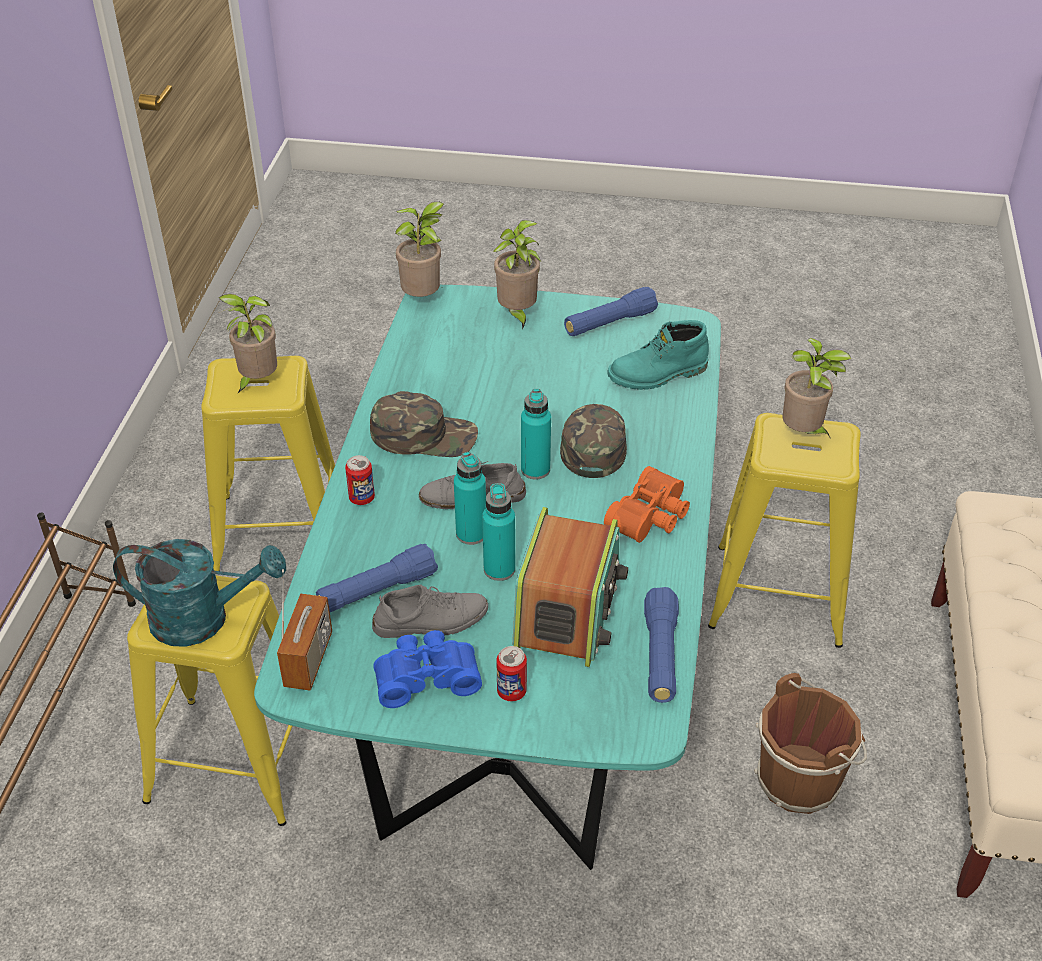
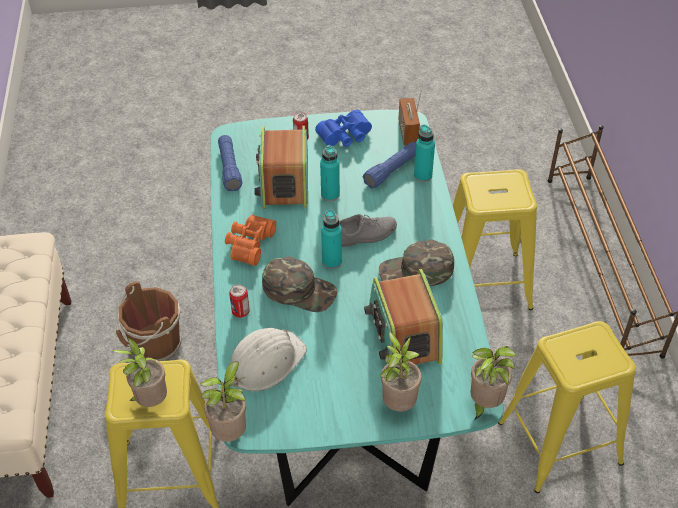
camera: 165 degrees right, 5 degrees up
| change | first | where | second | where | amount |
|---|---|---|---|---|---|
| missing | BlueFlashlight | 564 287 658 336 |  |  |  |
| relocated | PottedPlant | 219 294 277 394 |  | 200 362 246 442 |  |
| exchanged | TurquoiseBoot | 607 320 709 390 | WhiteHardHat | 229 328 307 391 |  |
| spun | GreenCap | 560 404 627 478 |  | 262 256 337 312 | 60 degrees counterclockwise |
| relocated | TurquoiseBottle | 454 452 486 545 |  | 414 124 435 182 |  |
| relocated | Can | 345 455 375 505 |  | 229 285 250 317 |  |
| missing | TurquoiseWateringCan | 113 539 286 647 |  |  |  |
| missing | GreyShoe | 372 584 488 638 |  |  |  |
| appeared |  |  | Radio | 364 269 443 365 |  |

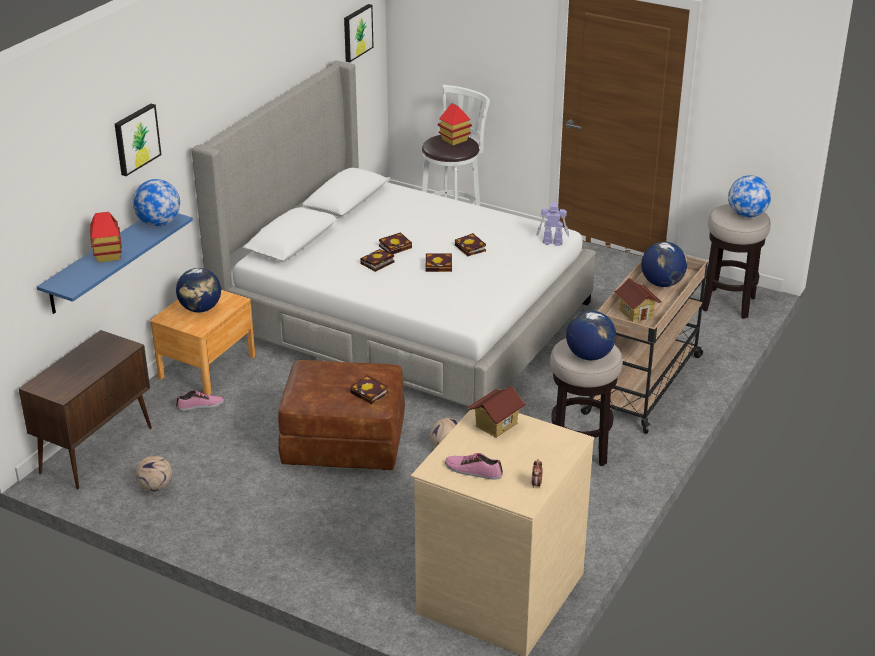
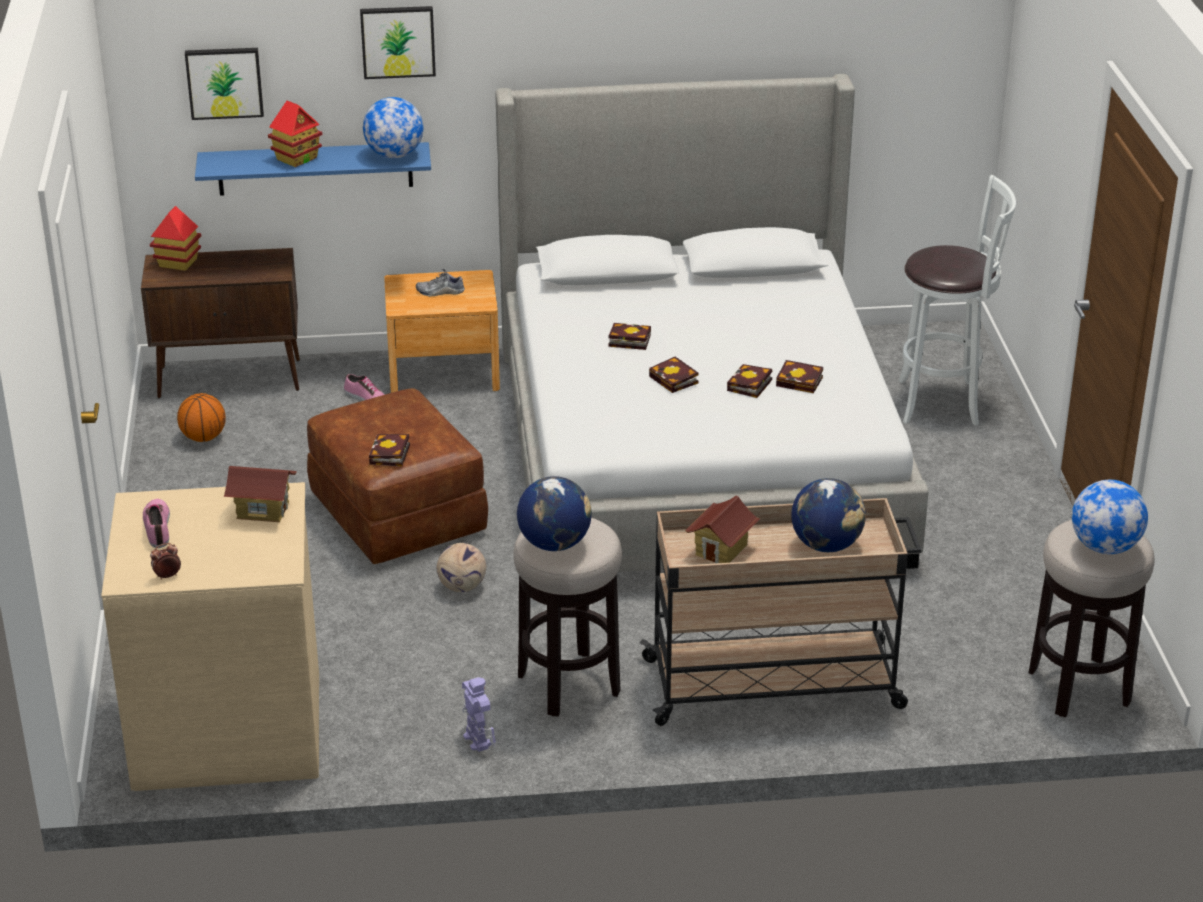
camera: 55 degrees right, 0 degrees up
| change | first | where | second | where | amount |
|---|---|---|---|---|---|
| relocated | Picture | 344 4 374 62 |  | 185 48 264 120 |  |
| relocated | ToyHouse | 438 103 472 145 |  | 150 206 201 271 |  |
| relocated | ToyRobot | 536 202 569 246 |  | 462 677 496 752 |  |
| relocated | Book | 379 232 412 254 |  | 776 360 823 393 |  |
| exchanged | Globe | 176 268 221 312 | Shoe | 416 269 465 297 |  |
| exchanged | Football | 136 455 172 491 | Basketball | 177 393 226 442 |  |

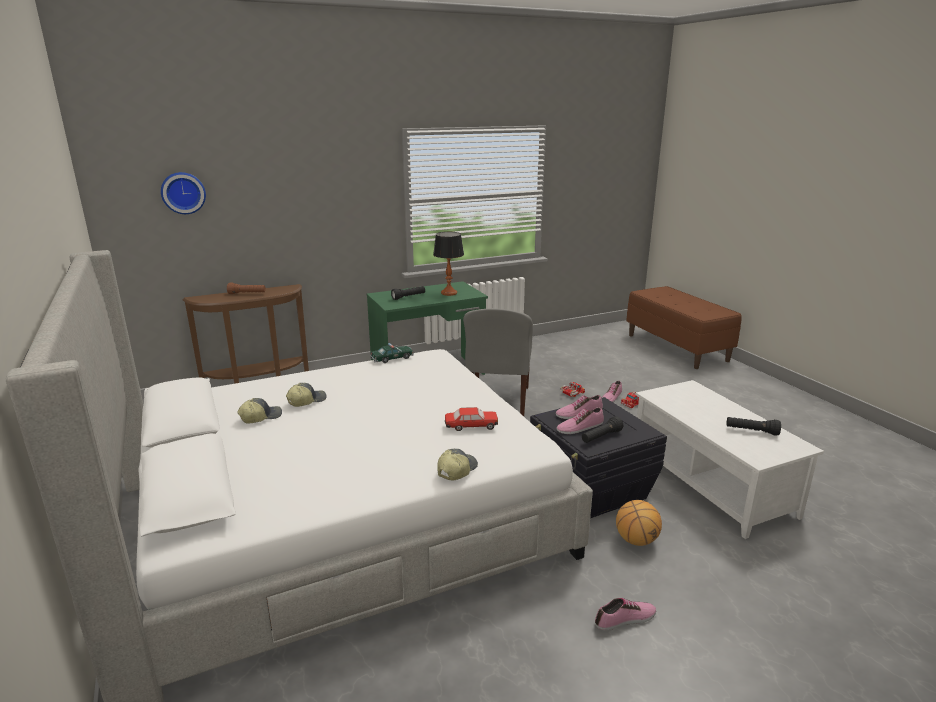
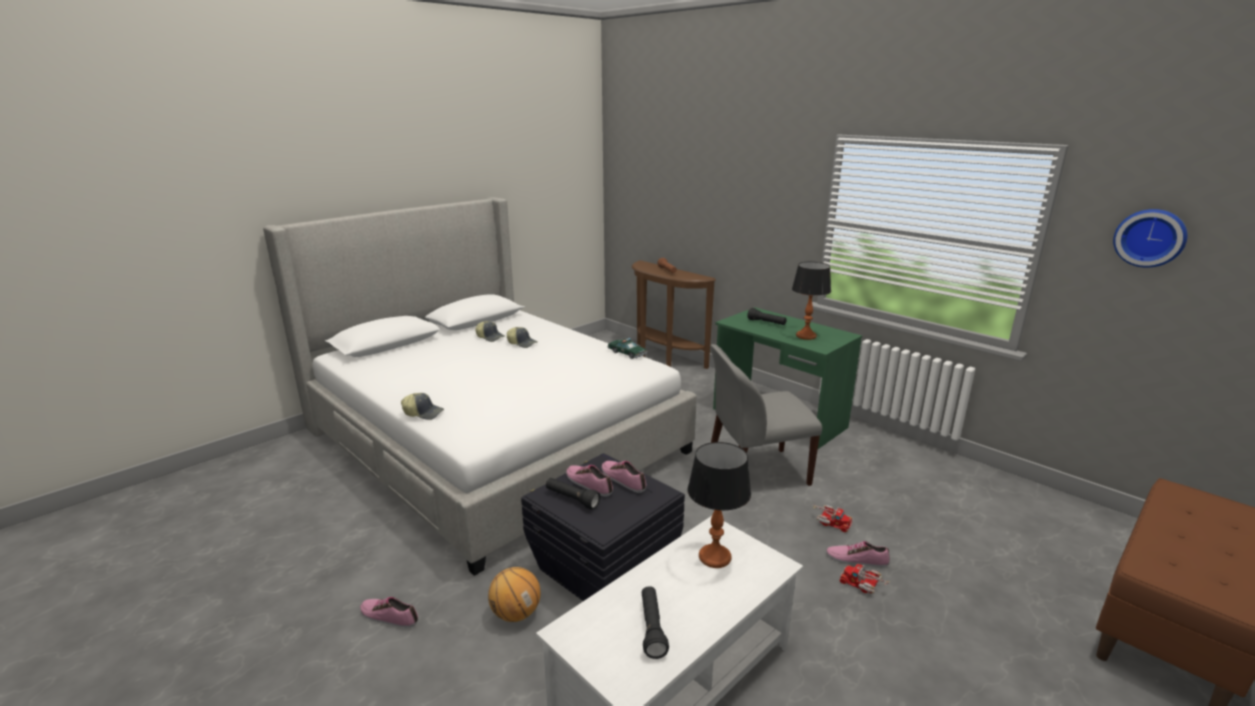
camera: 70 degrees right, 0 degrees up
| change | first | where | second | where | amount |
|---|---|---|---|---|---|
| relocated | WallClock | 161 172 206 214 |  | 1113 209 1187 268 |  |
| missing | ToyCar | 445 407 498 431 |  |  |  |
| spun | Shoe | 595 598 656 631 |  | 360 597 418 628 | 150 degrees clockwise |
| appeared |  |  | TableLamp | 687 442 751 568 |  |

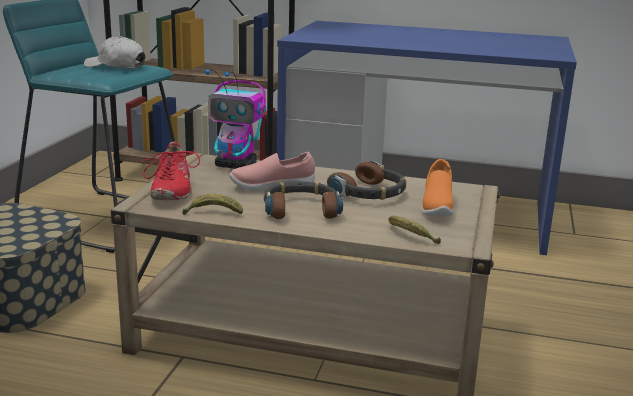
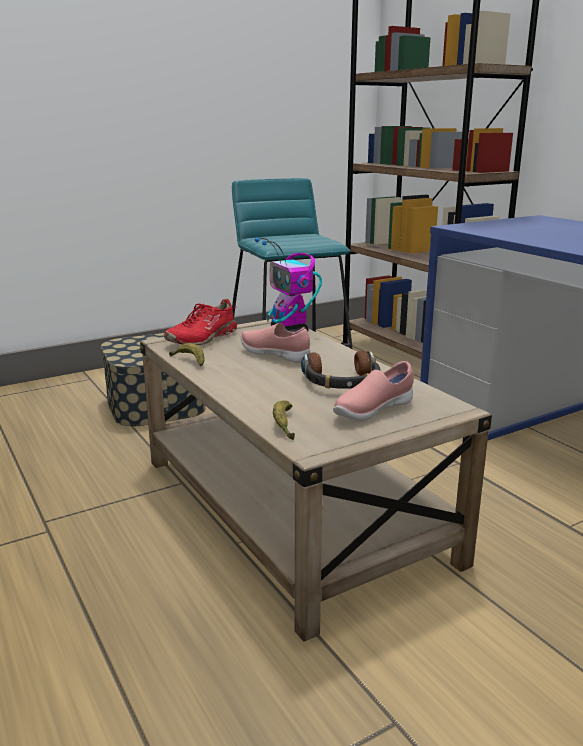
camera: 45 degrees right, 0 degrees up
| change | first | where | second | where | amount |
|---|---|---|---|---|---|
| missing | WhiteCap | 84 36 145 68 |  |  |  |
| colour | OrangeShoe | 421 159 453 216 | PinkShoe | 333 361 414 421 |  |
| missing | Headphones | 264 181 343 219 |  |  |  |

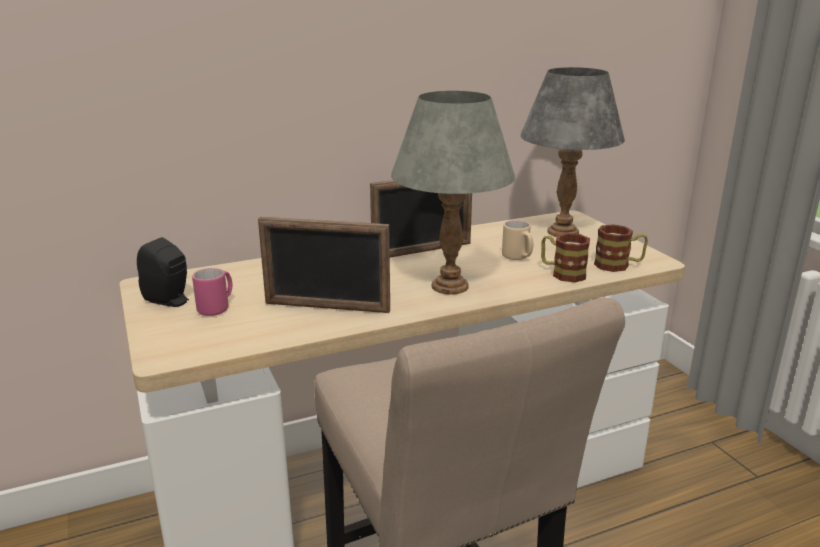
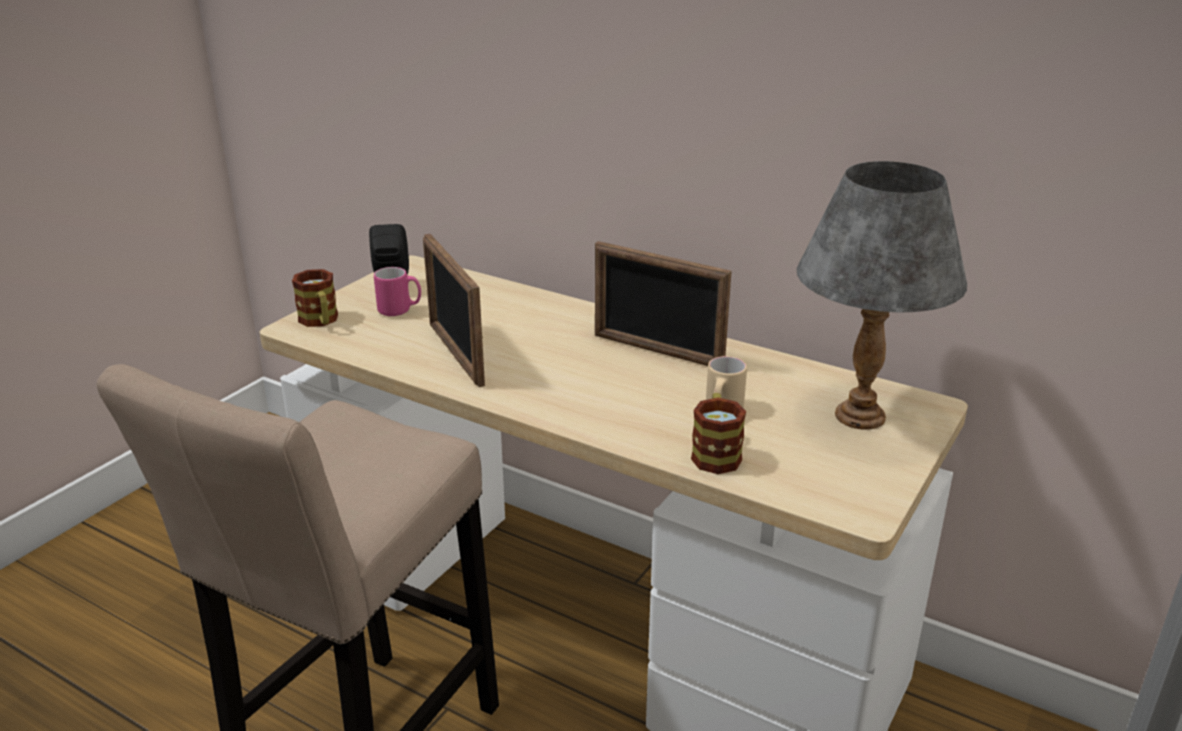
camera: 55 degrees right, 5 degrees up
| change | first | where | second | where | amount |
|---|---|---|---|---|---|
| missing | GreyTableLamp | 391 91 515 294 |  |  |  |
| relocated | Mug | 594 224 648 272 |  | 292 269 338 327 |  |

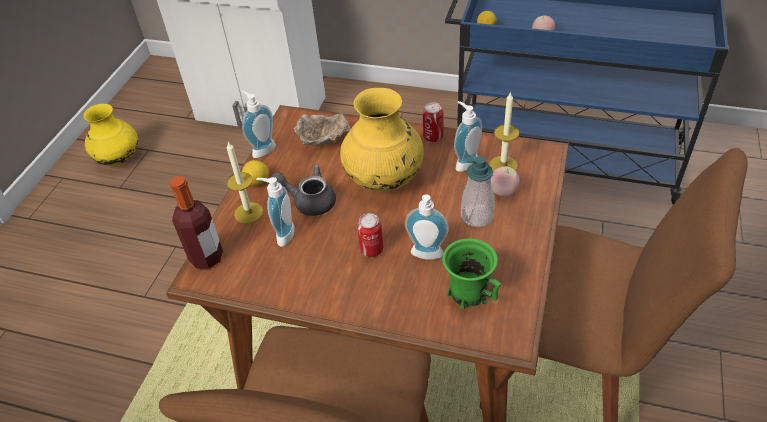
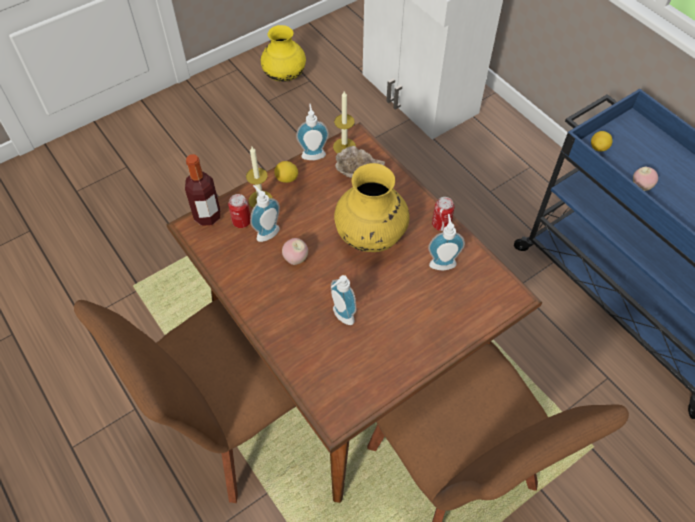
camera: 35 degrees right, 10 degrees up
| change | first | where | second | where | amount |
|---|---|---|---|---|---|
| relocated | Candle | 489 91 519 171 |  | 333 90 356 153 |  |
| missing | SoapDispenser | 461 156 494 227 |  |  |  |
| missing | GreyTeapot | 271 165 336 216 |  |  |  |
| relocated | Apple | 491 166 520 197 |  | 282 238 308 265 |  |
| relocated | Can | 357 213 383 257 |  | 228 194 251 228 |  |
| missing | GreenMug | 442 238 501 309 |  |  |  |

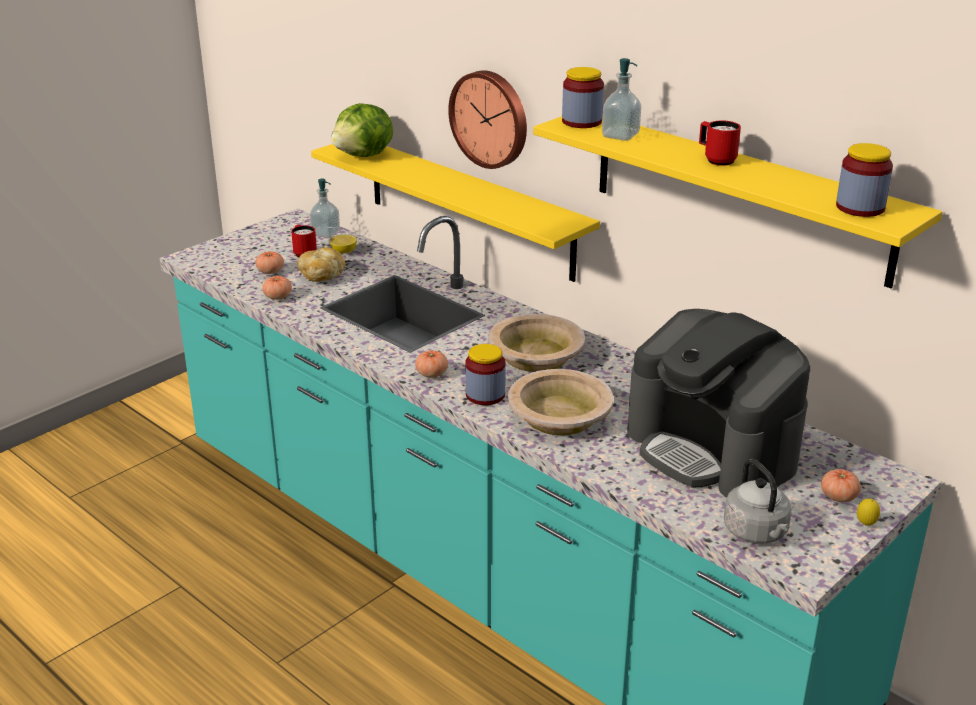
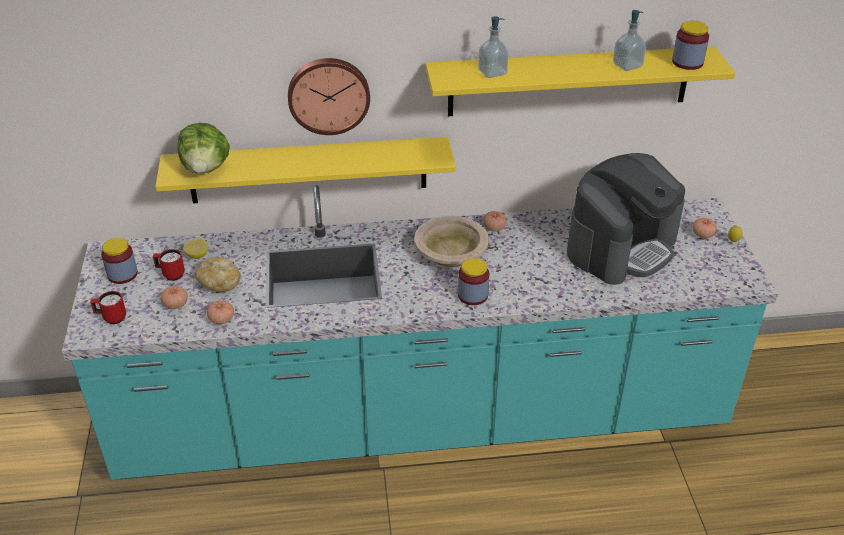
camera: 50 degrees left, 10 degrees up
| change | first | where | second | where | amount |
|---|---|---|---|---|---|
| relocated | Jar | 562 67 604 128 |  | 101 238 138 284 |  |
| relocated | RedMug | 699 120 741 166 |  | 90 291 126 324 |  |
| relocated | SoapDispenser | 310 179 340 238 |  | 613 10 646 71 |  |
| spun | CoffeeMachine | 627 309 810 498 |  | 567 153 685 285 | 45 degrees counterclockwise |
| relocated | Tomato | 415 350 448 378 |  | 483 211 507 232 |  |
| missing | BeigeBowl | 508 369 613 435 |  |  |  |
| missing | GreyKettle | 724 459 792 544 |  |  |  |

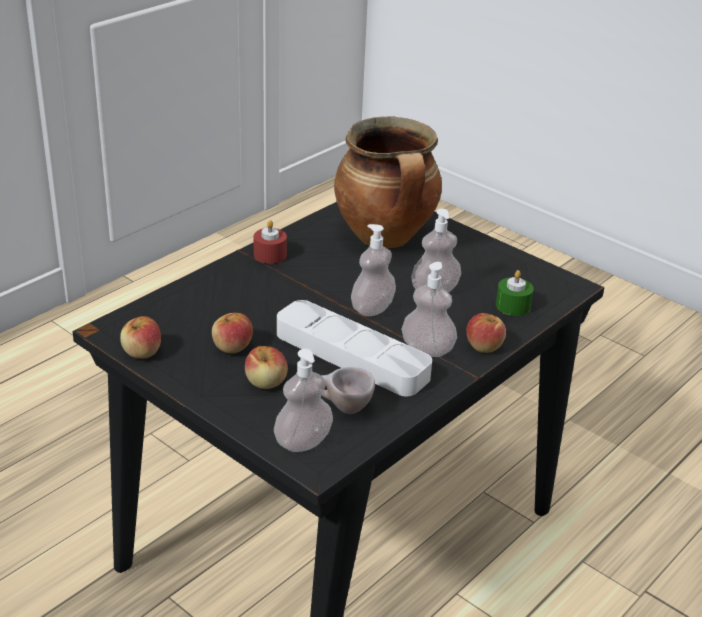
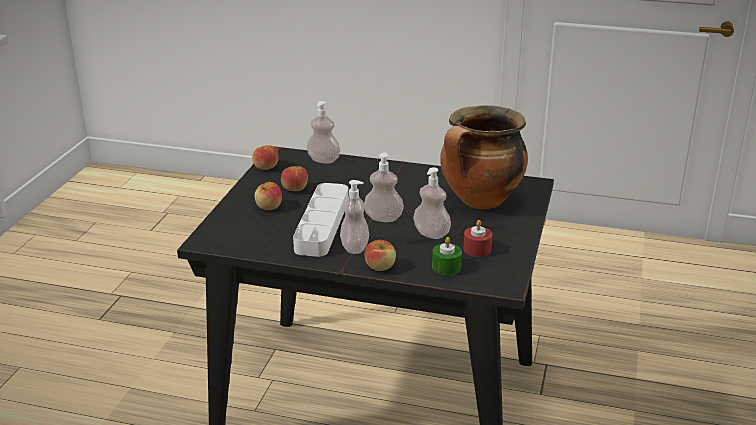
camera: 65 degrees right, 5 degrees down
| change | first | where | second | where | amount |
|---|---|---|---|---|---|
| relocated | RedCandle | 254 220 287 264 |  | 463 220 492 257 |  |
| relocated | SoapDispenser | 274 349 333 452 |  | 306 101 340 164 |  |
| missing | BeigeCup | 321 367 375 414 |  |  |  |

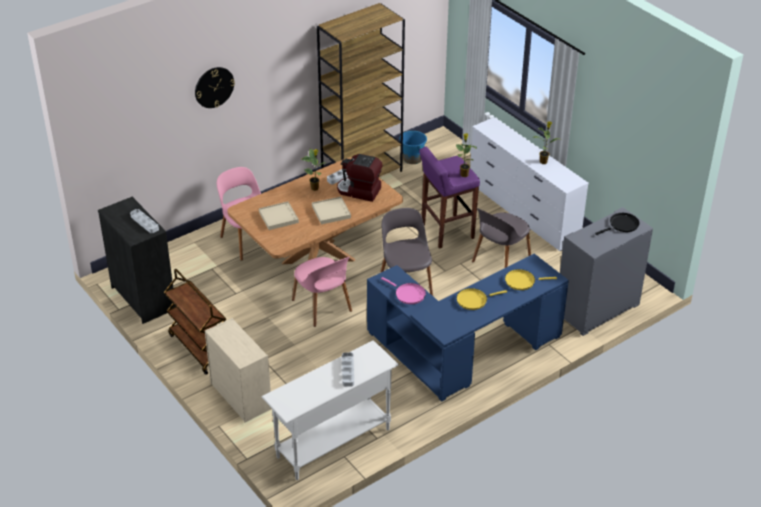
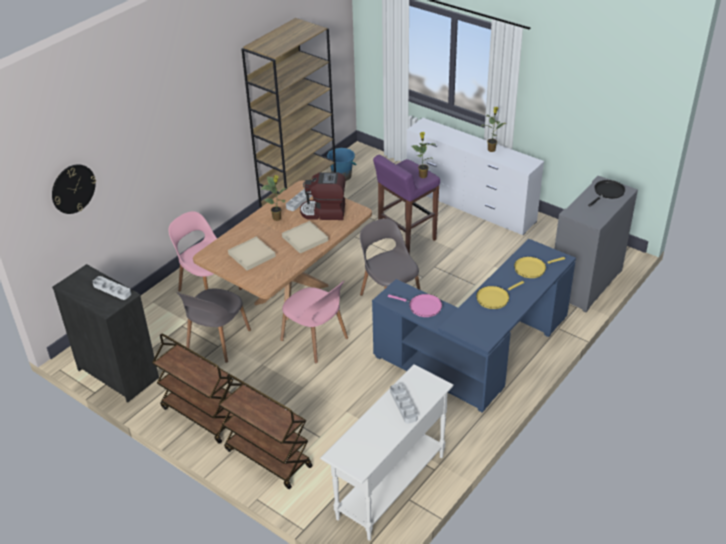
camera: 15 degrees left, 0 degrees up
| change | first | where | second | where | amount |
|---|---|---|---|---|---|
| relocated | WallClock | 195 67 235 108 |  | 52 164 96 214 |  |
| relocated | GreyChair | 472 208 531 268 |  | 176 288 251 363 |  |
| exchanged | BeigeDresser | 205 318 272 423 | BrownCart | 218 374 313 489 |  |

